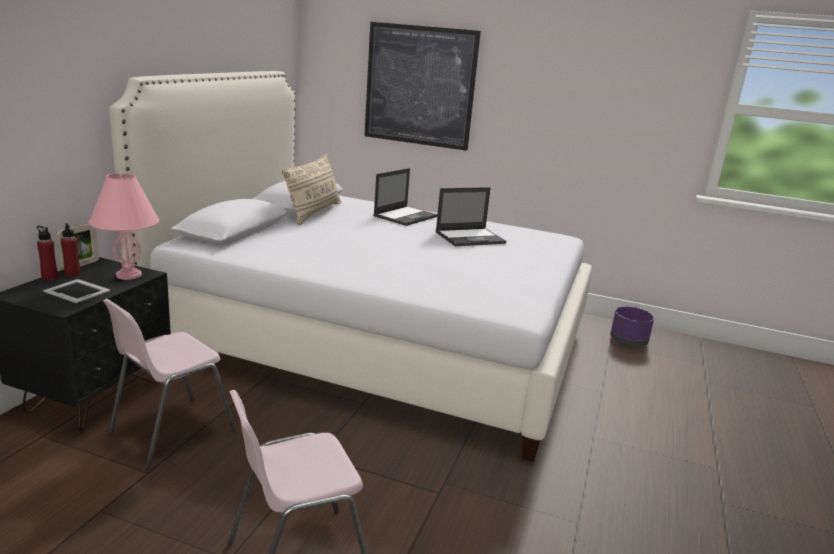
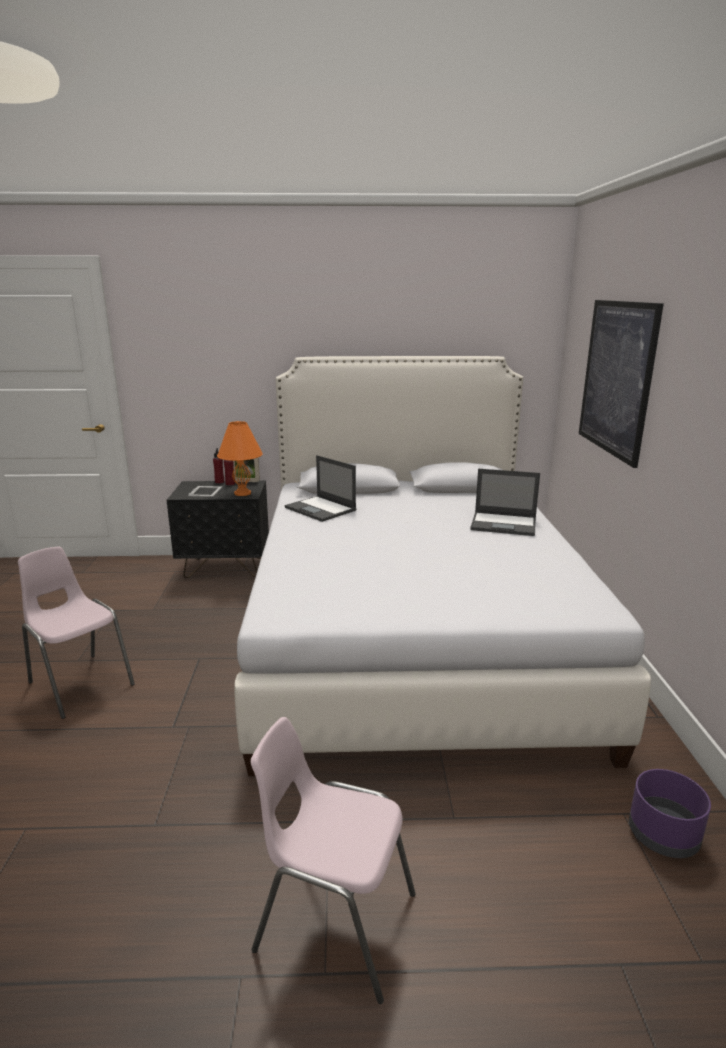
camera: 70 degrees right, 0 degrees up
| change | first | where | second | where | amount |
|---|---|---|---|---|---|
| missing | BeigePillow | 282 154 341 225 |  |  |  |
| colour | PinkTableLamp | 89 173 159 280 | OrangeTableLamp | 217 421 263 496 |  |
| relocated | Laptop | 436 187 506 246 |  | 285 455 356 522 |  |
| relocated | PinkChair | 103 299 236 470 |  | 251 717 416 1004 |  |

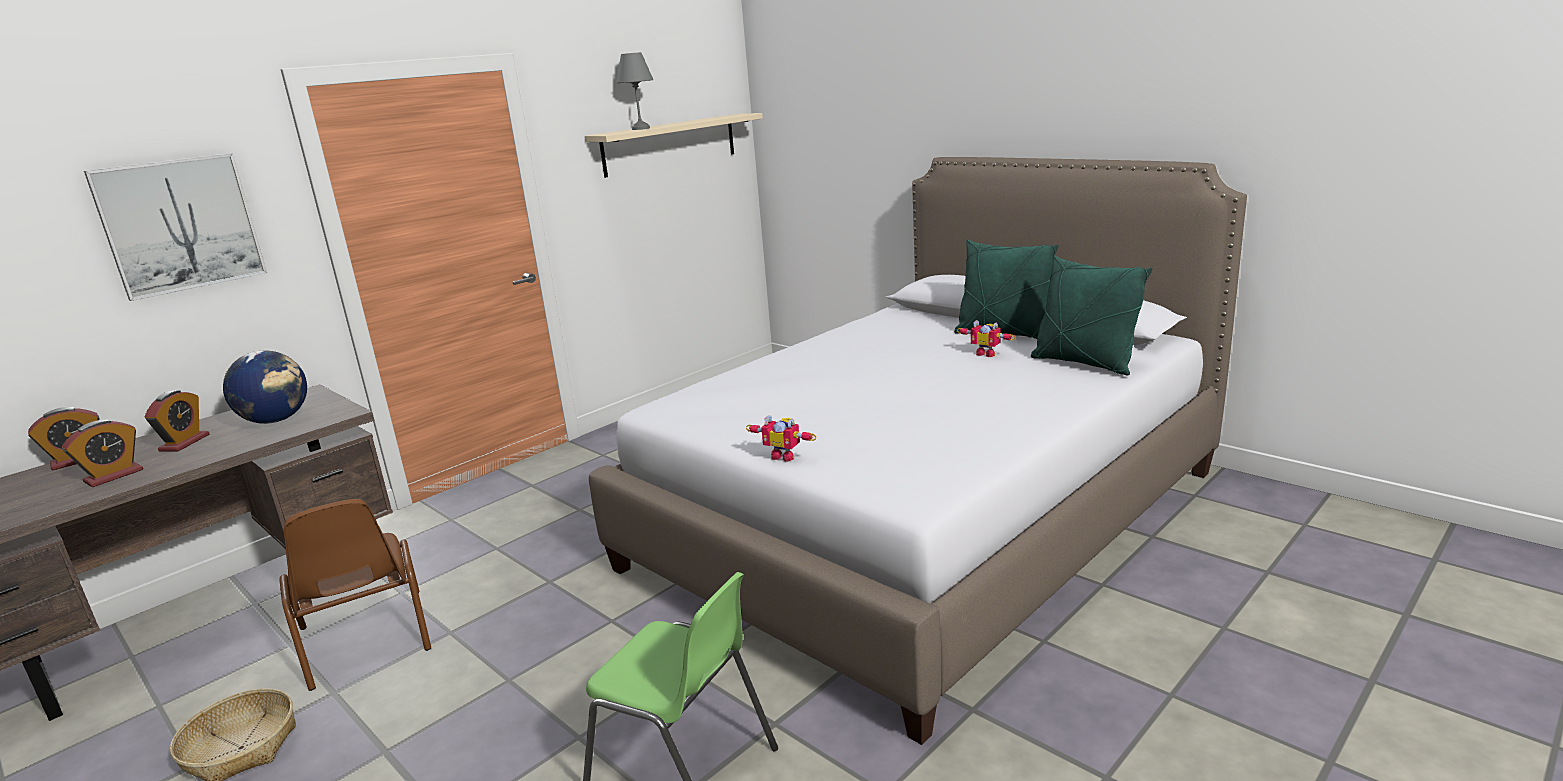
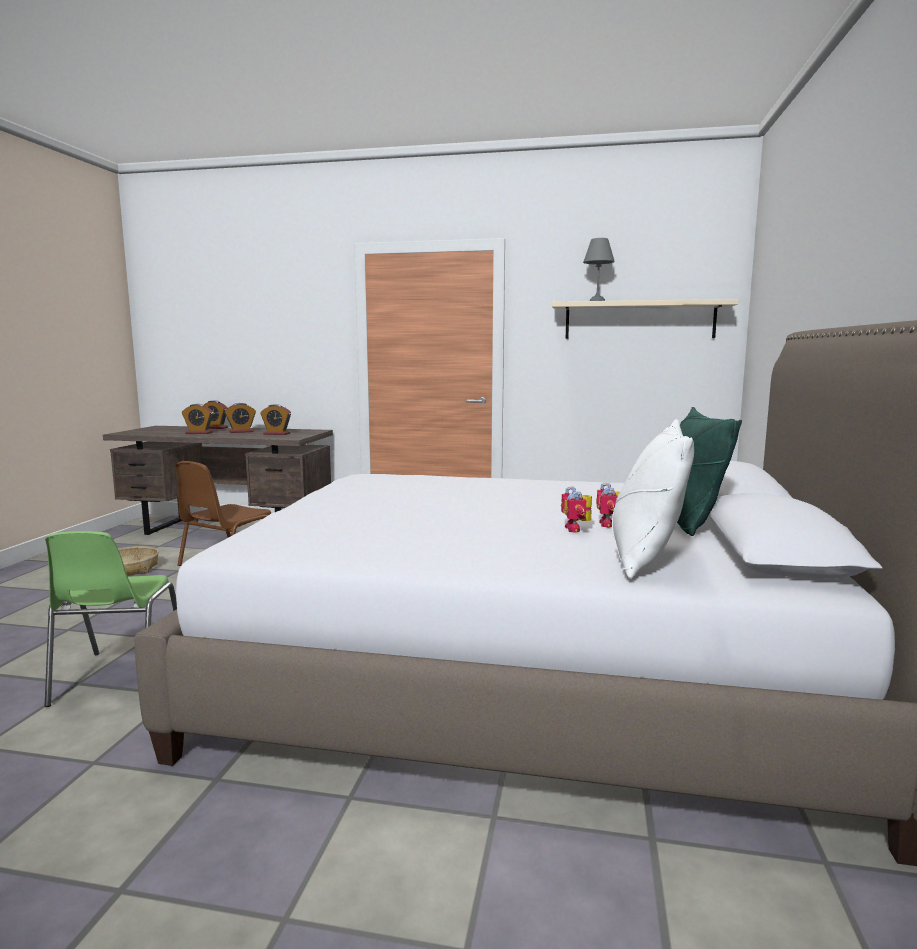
camera: 55 degrees right, 10 degrees down
| change | first | where | second | where | amount |
|---|---|---|---|---|---|
| missing | Picture | 84 153 267 301 |  |  |  |
| colour | GreenPillow | 1031 255 1152 375 | WhitePillow | 612 419 694 579 |  |
| exchanged | Globe | 223 351 307 424 | AlarmClock | 260 404 291 435 |  |
| relocated | ToyRobot | 746 415 817 462 |  | 561 486 592 532 |  |

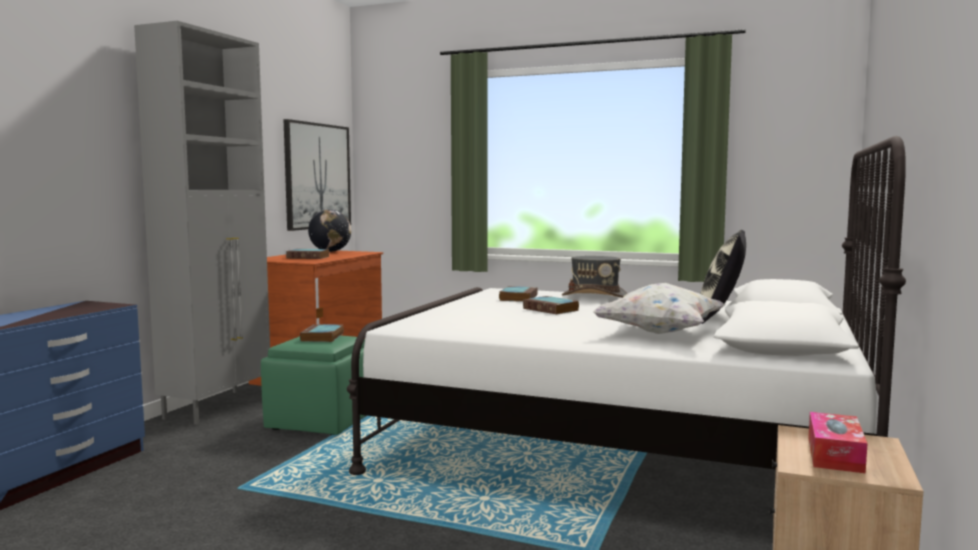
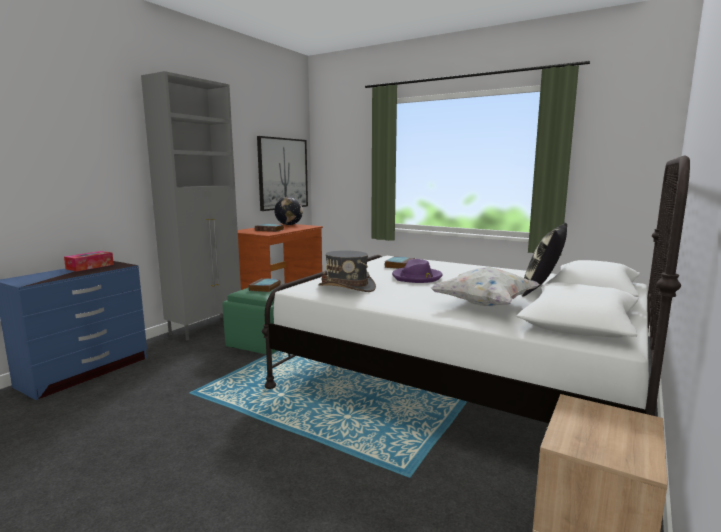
camera: 10 degrees right, 5 degrees up
| change | first | where | second | where | amount |
|---|---|---|---|---|---|
| relocated | GreyHat | 562 256 628 298 |  | 318 250 376 292 |  |
| exchanged | Book | 523 296 579 314 | PurpleHat | 392 259 442 283 |  |
| relocated | TissueBox | 808 412 868 473 |  | 64 251 114 272 |  |

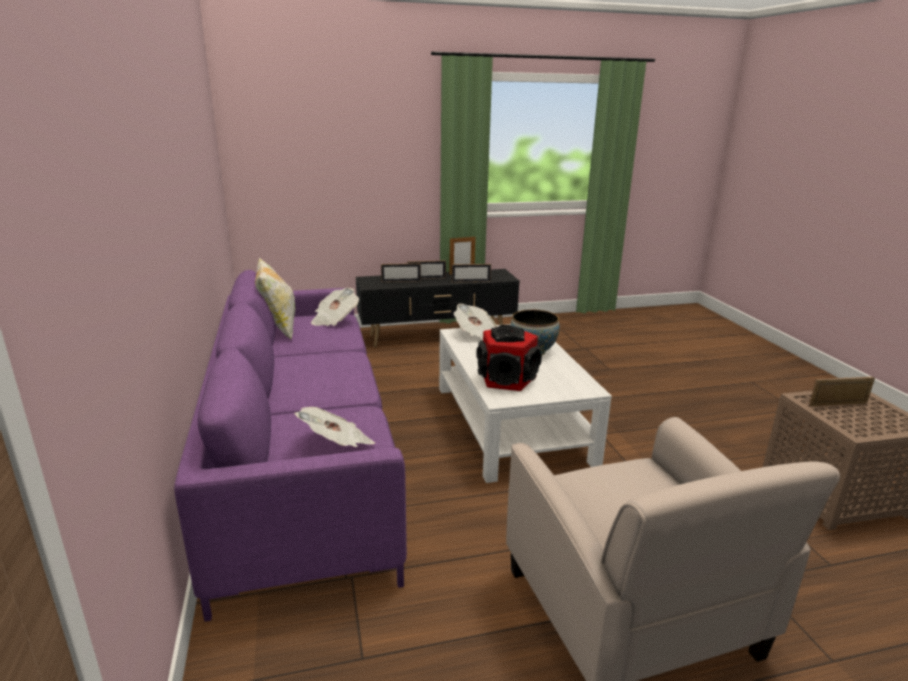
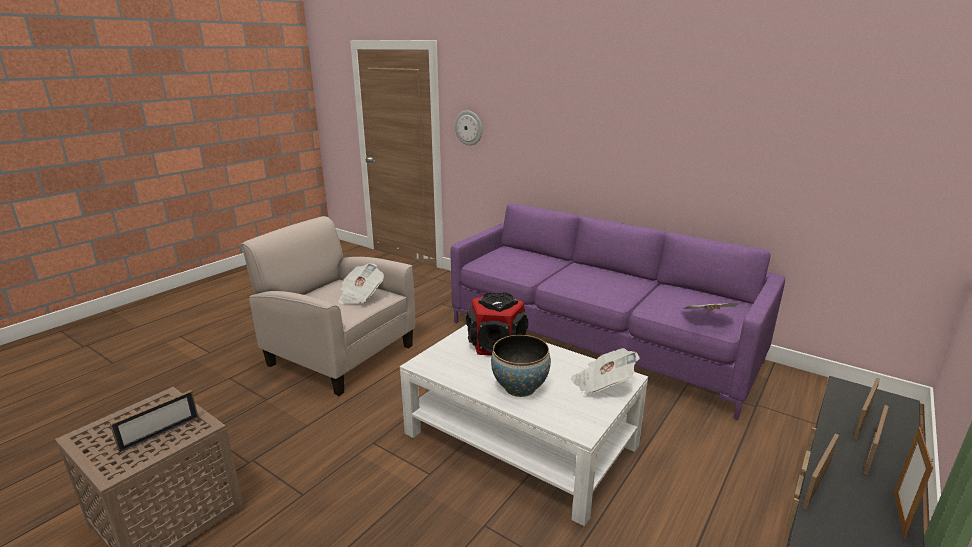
camera: 140 degrees right, 0 degrees up
| change | first | where | second | where | amount |
|---|---|---|---|---|---|
| missing | Pillow | 255 258 295 340 |  |  |  |
| relocated | Newspaper | 294 407 375 447 |  | 338 263 384 304 |  |
| appeared |  |  | WallClock | 455 110 482 146 |  |

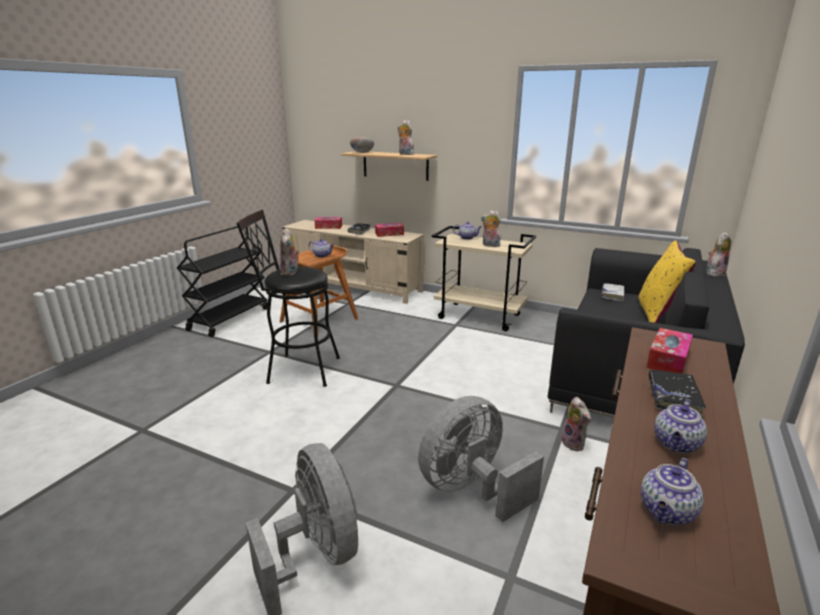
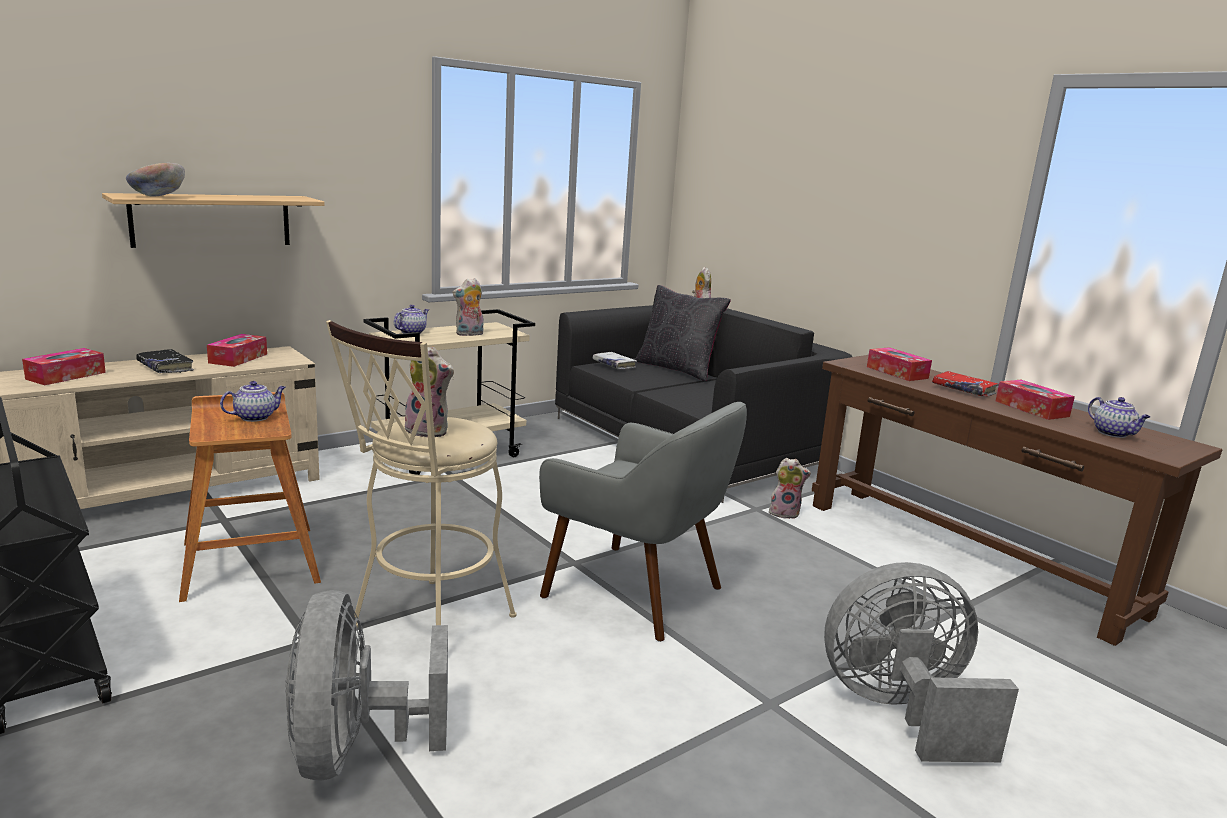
camera: 65 degrees left, 5 degrees down
| change | first | where | second | where | amount |
|---|---|---|---|---|---|
| missing | PlushToy | 398 120 414 155 |  |  |  |
| colour | BlackStool | 236 210 340 387 | BeigeStool | 326 320 516 627 |  |
| colour | YellowPillow | 638 240 696 323 | BlackPillow | 635 285 731 381 |  |
| colour | BlackBook | 649 370 706 418 | RedBook | 932 371 999 397 |  |
| relocated | GreyFan | 418 396 544 522 |  | 285 590 448 781 |  |
| exchanged | Teapot | 655 399 707 453 | TissueBox | 996 380 1075 420 |  |
| appeared |  |  | GreyArmchair | 539 402 747 642 |  |

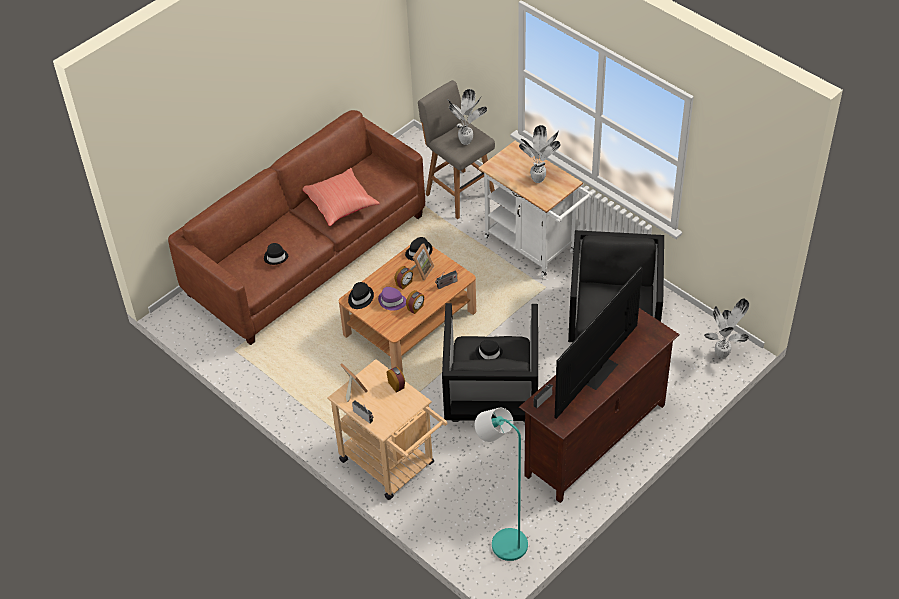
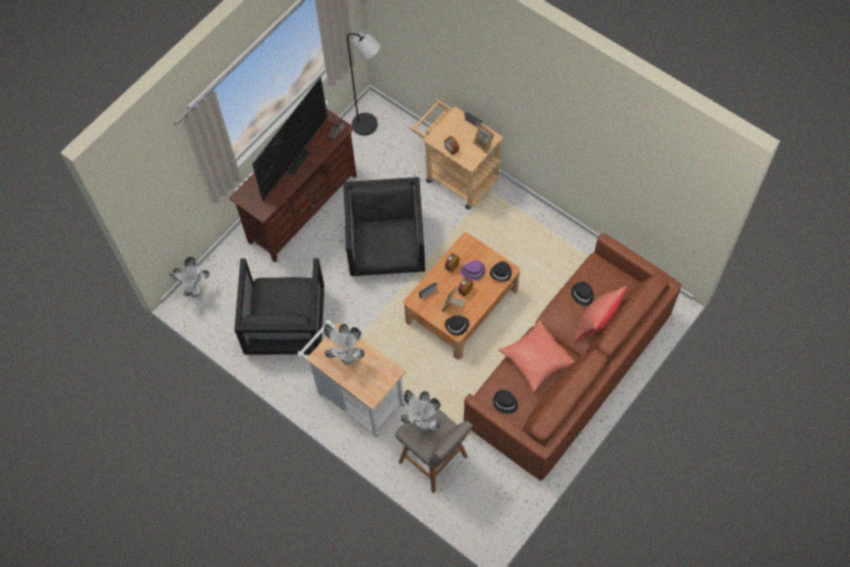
camera: 175 degrees right, 15 degrees up
| change | first | where | second | where | amount |
|---|---|---|---|---|---|
| relocated | BlackHat | 475 340 503 360 |  | 493 390 518 414 |  |
| colour | TurquoiseFloorLamp | 475 408 528 561 | BlackFloorLamp | 347 30 381 135 |  |
| appeared |  |  | RedPillow | 574 286 627 341 |  |

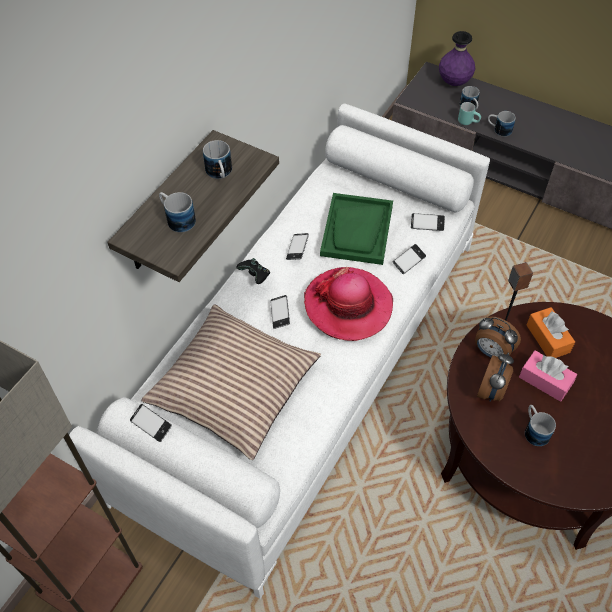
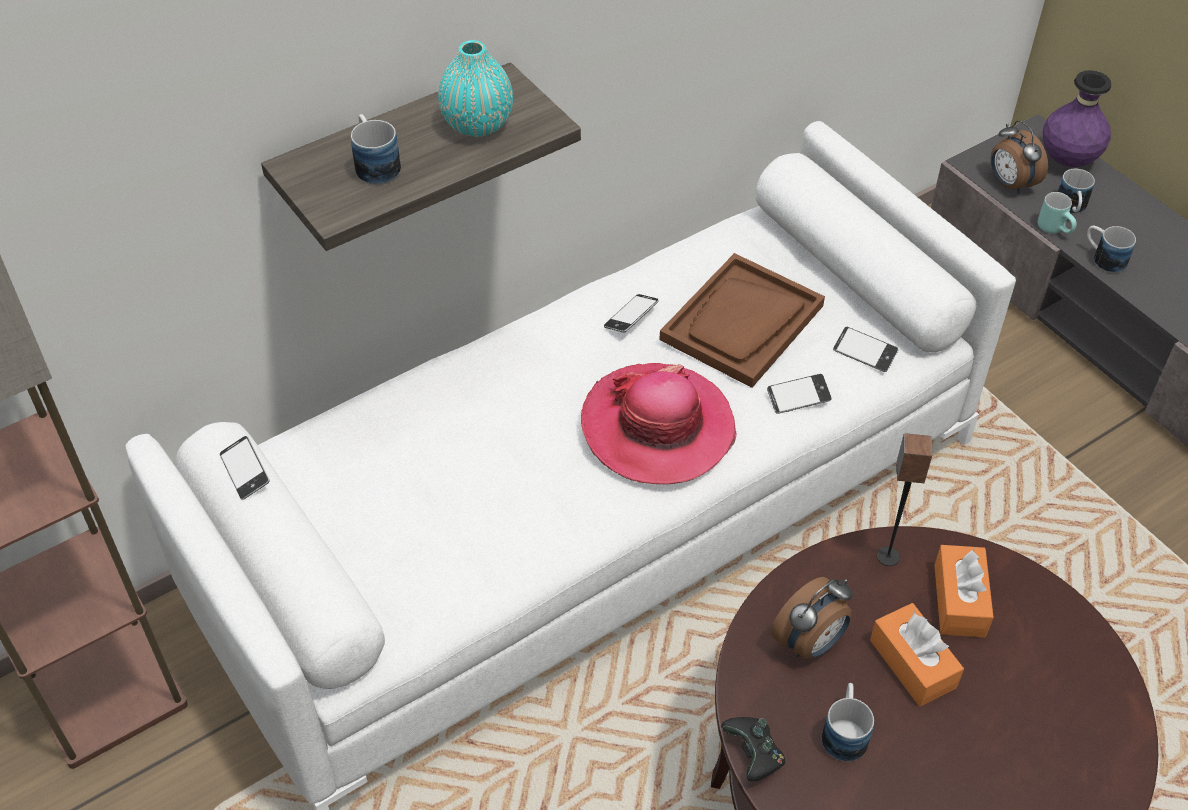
camera: 25 degrees right, 5 degrees down
| change | first | where | second | where | amount |
|---|---|---|---|---|---|
| exchanged | Mug | 203 140 232 179 | TurquoiseVase | 438 40 513 137 |  |
| colour | GreenTray | 320 193 393 265 | BrownTray | 659 253 825 388 |  |
| relocated | BlackGameController | 236 258 270 284 |  | 721 717 785 781 |  |
| missing | Phone | 270 295 290 329 |  |  |  |
| missing | Pillow | 141 304 321 460 |  |  |  |
| relocated | AlarmClock | 475 317 521 357 |  | 991 120 1048 194 |  |
| colour | PinkTissueBox | 519 350 577 402 | OrangeTissueBox | 870 603 964 707 |  |

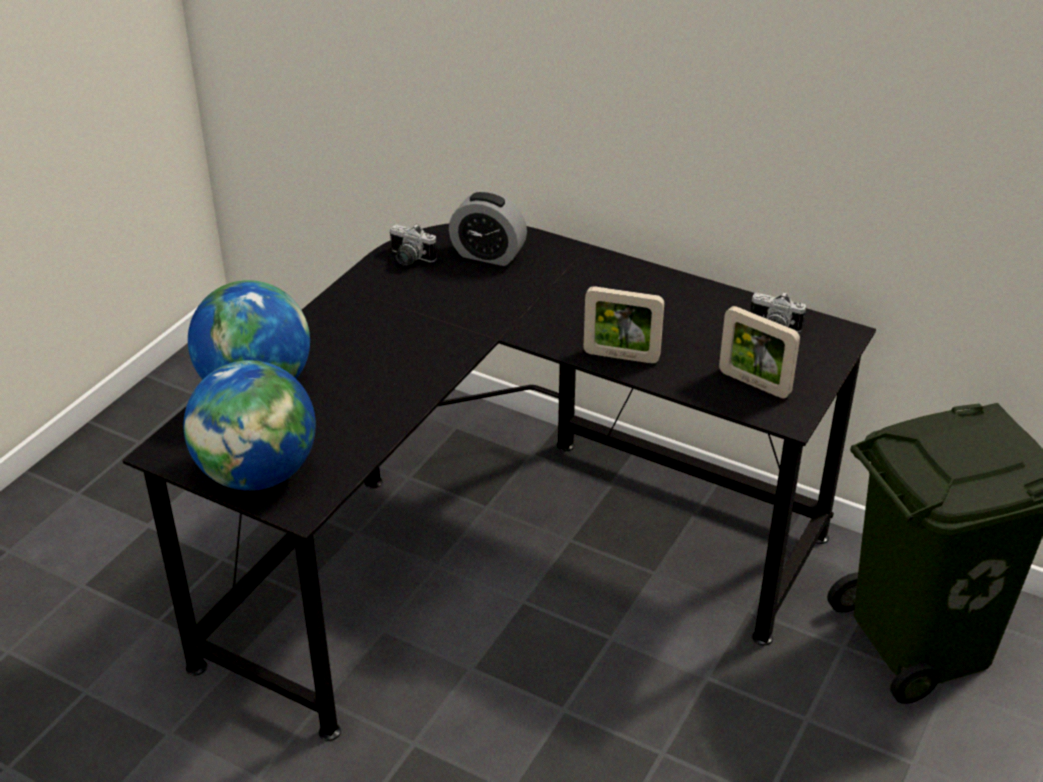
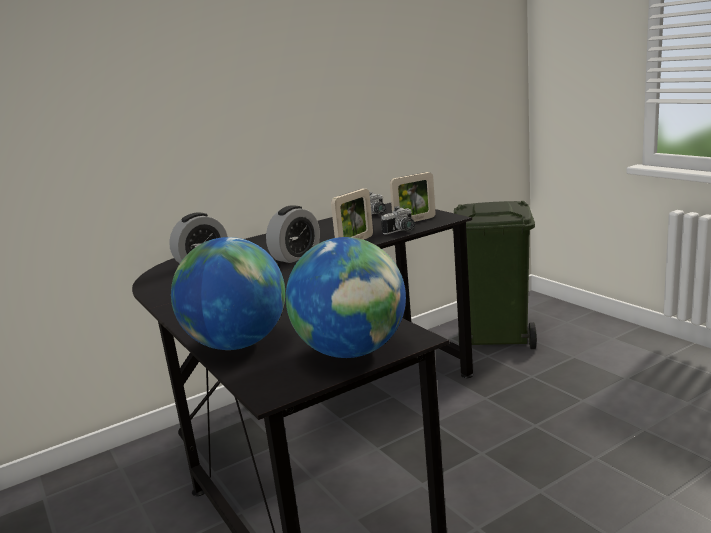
camera: 60 degrees left, 20 degrees down
| change | first | where | second | where | amount |
|---|---|---|---|---|---|
| relocated | PhotoCamera | 389 223 437 266 |  | 381 206 415 235 |  |
| appeared |  |  | AlarmClock | 266 205 320 263 |  |

